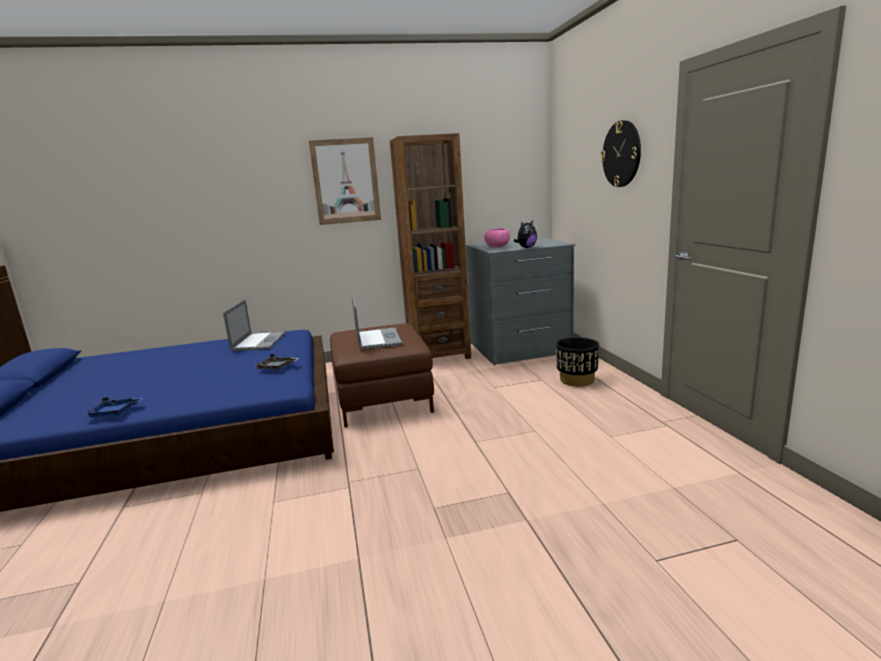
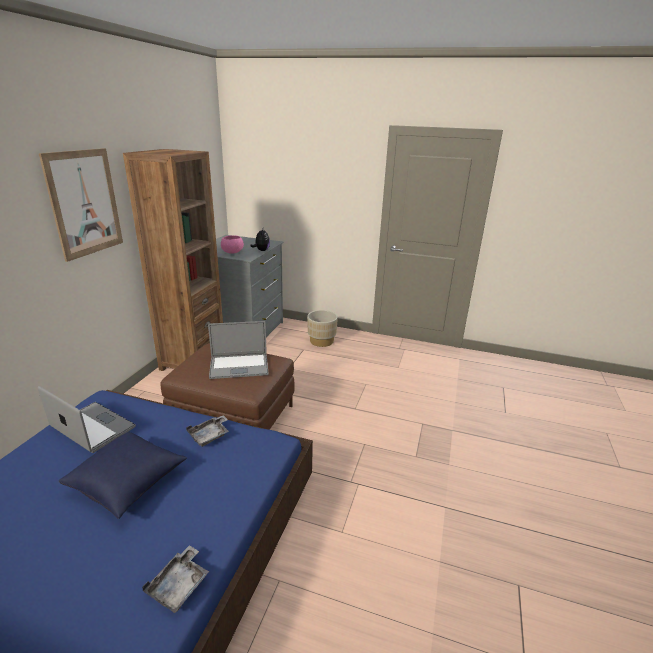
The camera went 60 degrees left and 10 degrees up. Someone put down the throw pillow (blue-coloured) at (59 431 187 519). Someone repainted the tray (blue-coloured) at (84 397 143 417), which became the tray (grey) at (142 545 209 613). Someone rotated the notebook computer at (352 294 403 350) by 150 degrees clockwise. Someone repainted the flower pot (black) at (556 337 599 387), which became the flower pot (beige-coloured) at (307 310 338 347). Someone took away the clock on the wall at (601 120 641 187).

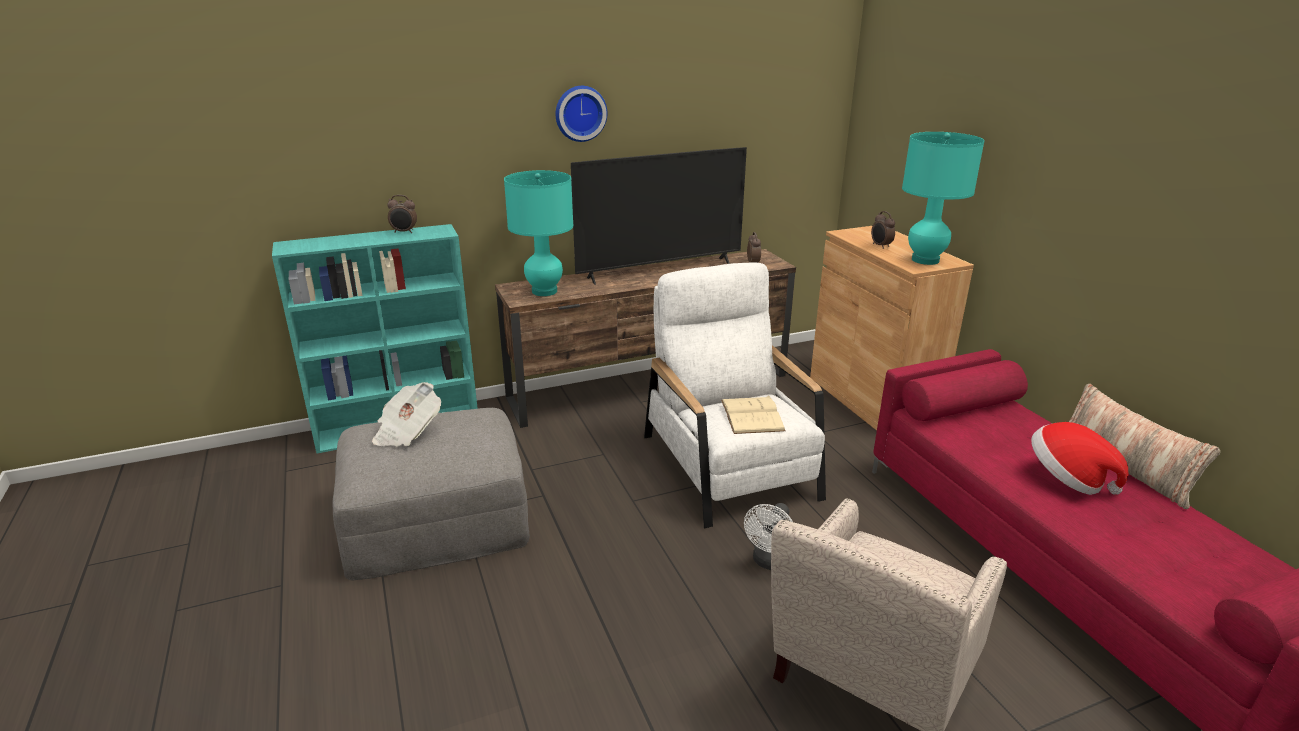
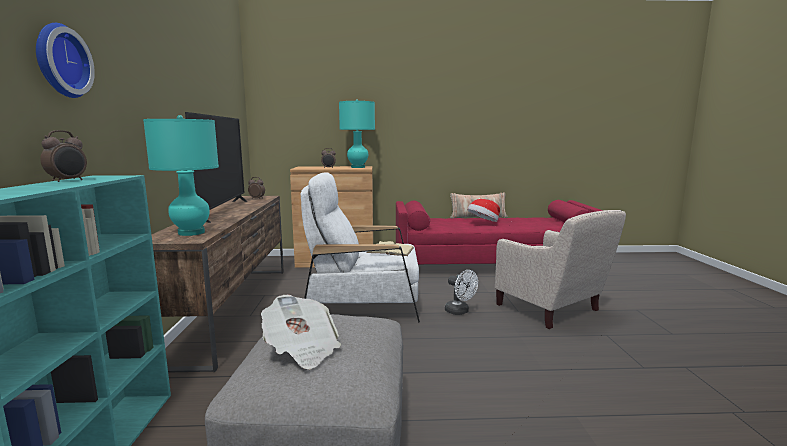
The camera went 70 degrees left and 15 degrees down. Someone carried the clock on the wall from (556 86 607 142) to (36 23 95 98).

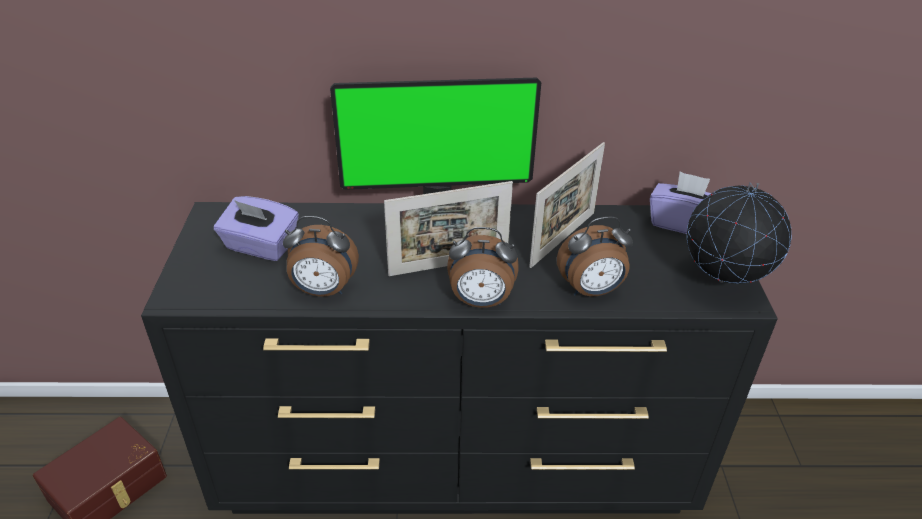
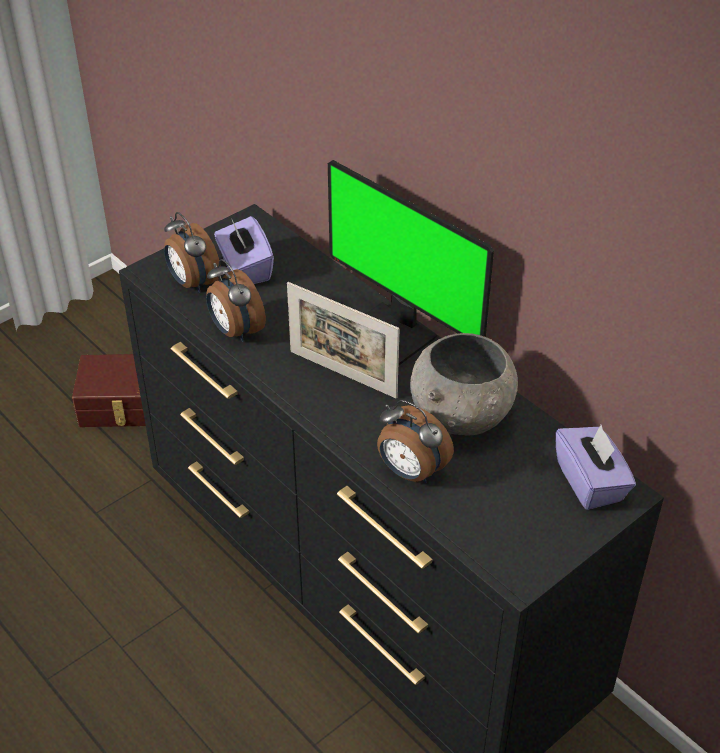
The camera went 50 degrees right and 5 degrees up. Someone carried the bedside clock from (447 227 518 308) to (164 212 221 293). Someone swapped the photo frame at (529 142 605 268) for the deep dish (grey) at (410 333 518 435). Someone took away the desk globe at (687 183 792 284).

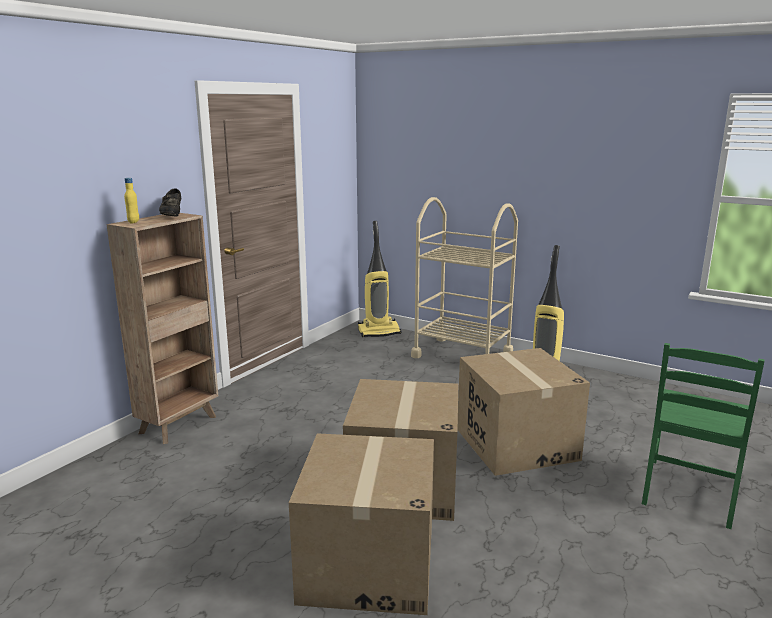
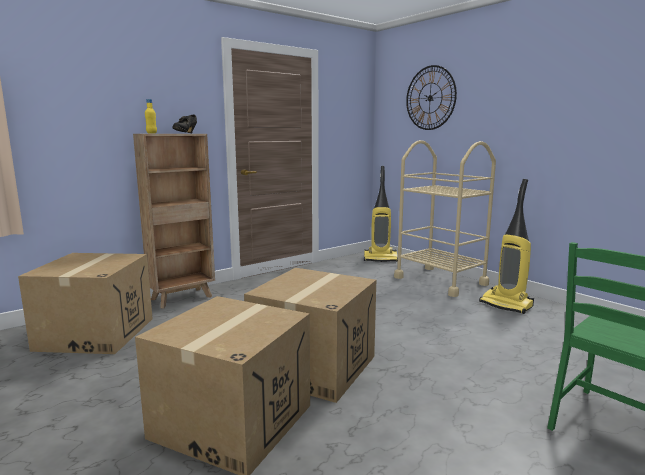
The camera went 20 degrees right and 5 degrees down. Someone carried the packing box from (458 348 590 476) to (18 253 153 354). Someone put up the clock on the wall at (406 65 457 130).

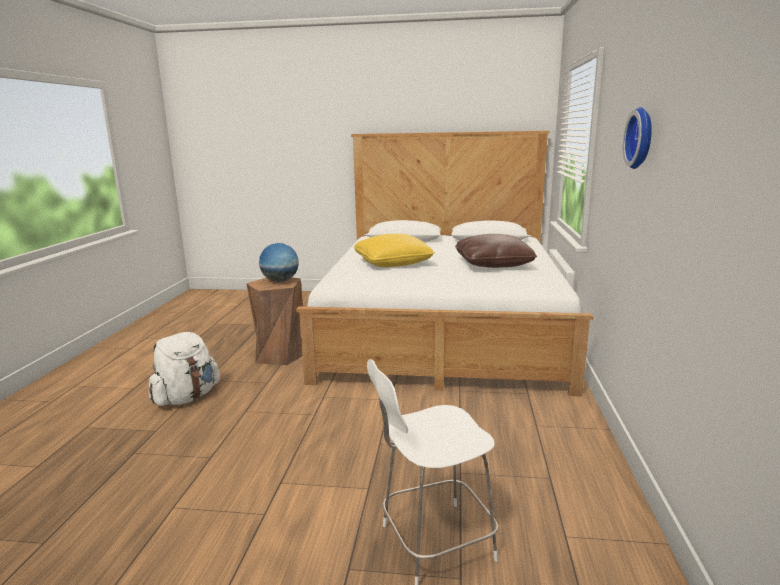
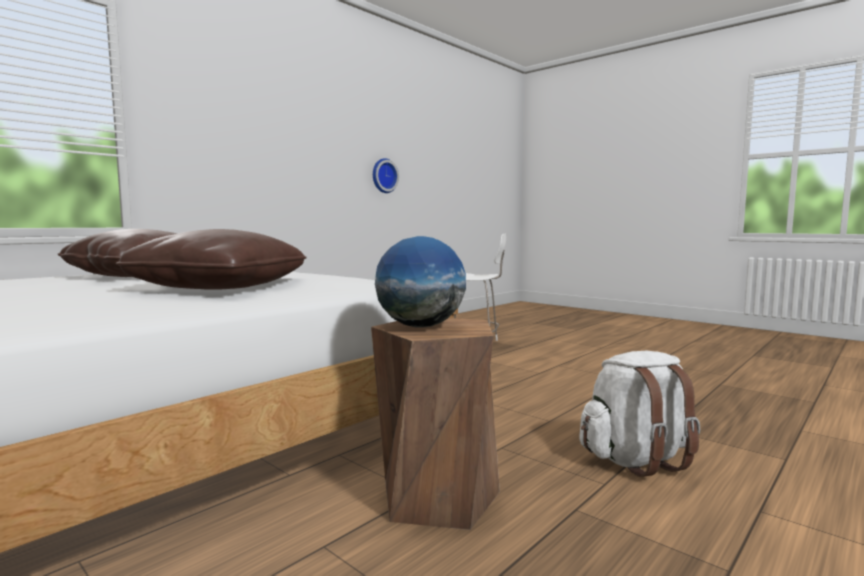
The camera went 145 degrees left and 10 degrees down. Someone repainted the throw pillow (yellowish) at (354 234 435 267), which became the throw pillow (brown) at (116 229 307 290). Someone carried the clock on the wall from (623 107 652 169) to (373 158 399 193).

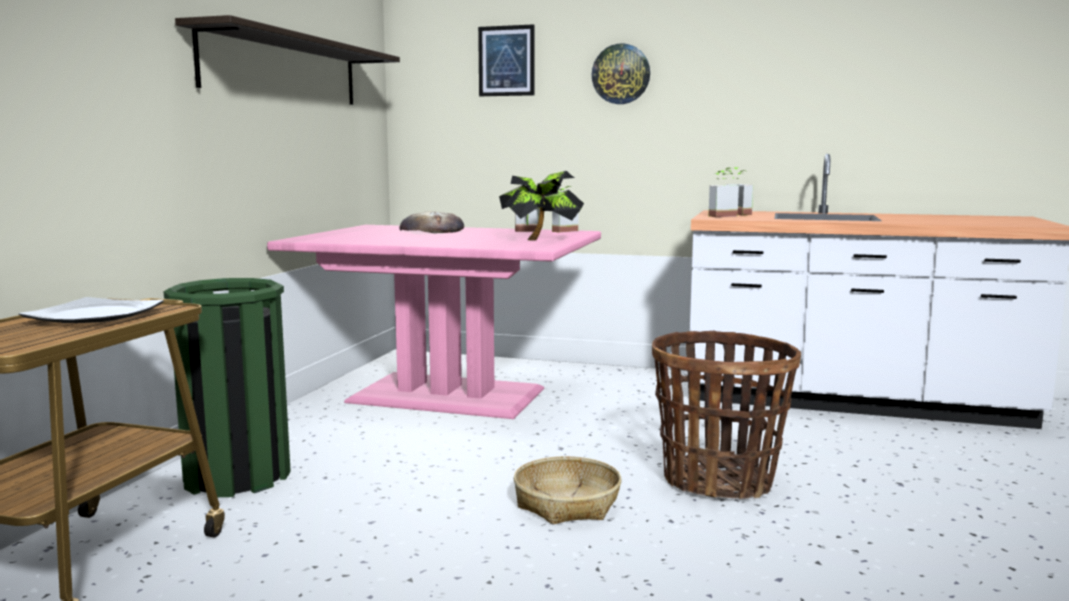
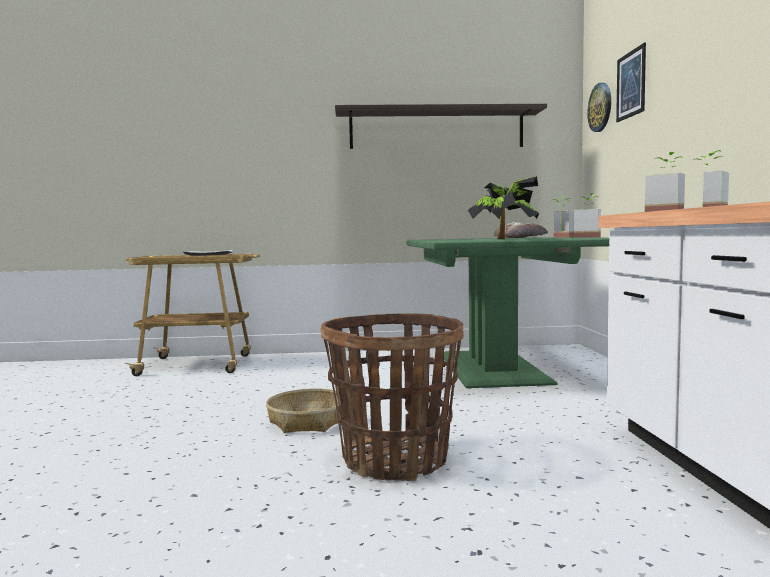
The camera went 70 degrees right and 5 degrees down. Someone repainted the kitchen table (pinkish) at (267 225 601 419), which became the kitchen table (green) at (406 237 609 388). Someone carried the clock on the wall from (592 43 650 104) to (587 83 611 132). Someone took away the rubbish bin (green) at (164 278 291 497).

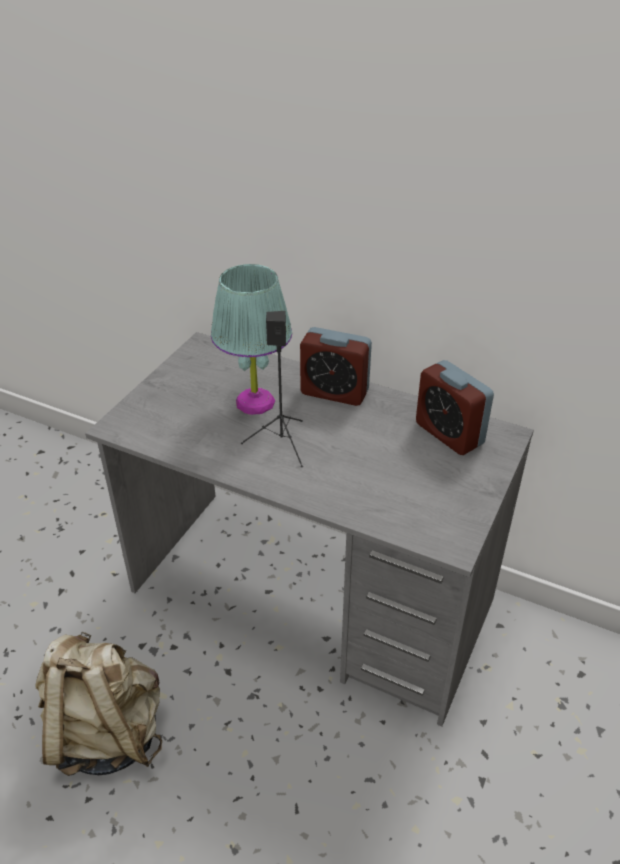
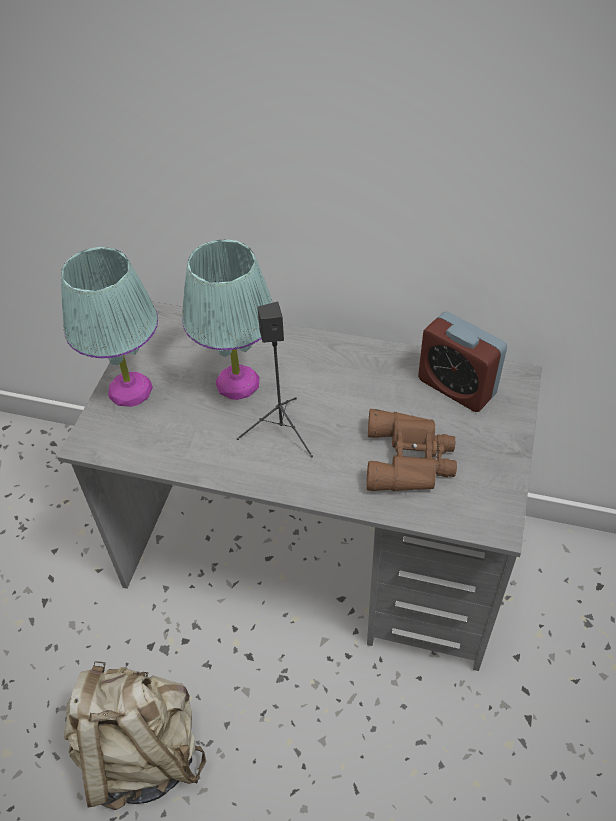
The camera went 10 degrees left and 10 degrees up. Someone put down the table lamp (turquoise-coloured) at (61 247 158 407). Someone put down the field glasses (brown) at (366 409 457 491). Someone took away the bedside clock at (300 327 372 406).

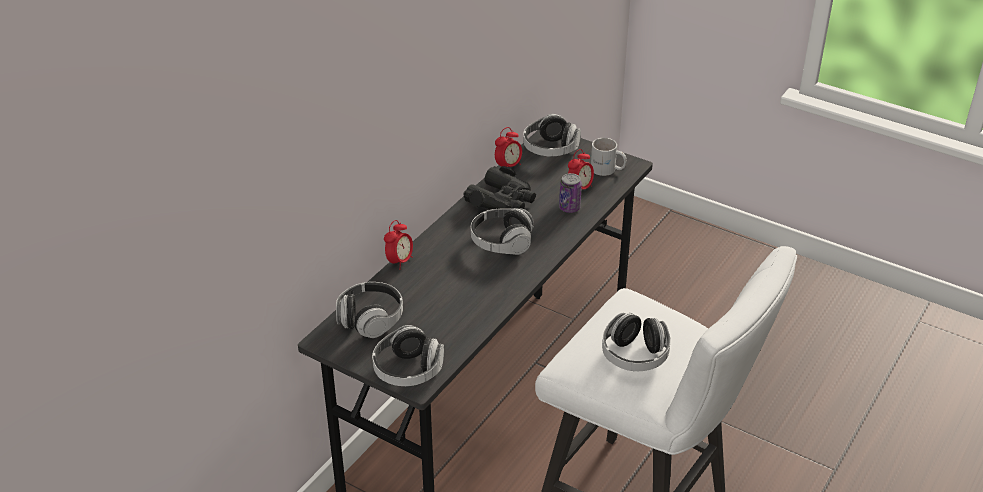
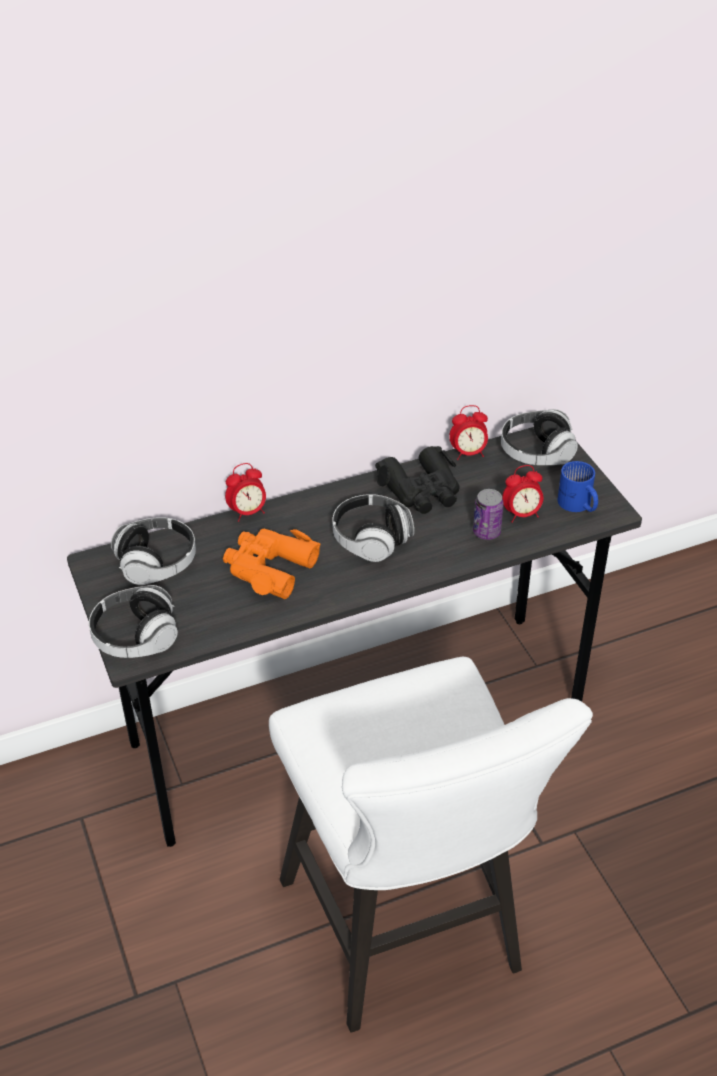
The camera went 35 degrees right and 5 degrees up. Someone put down the field glasses (orangey) at (223 528 320 599). Someone repainted the tea mug (white) at (591 138 627 176), which became the tea mug (blue-coloured) at (558 461 598 512). Someone took away the headset at (602 313 670 371).

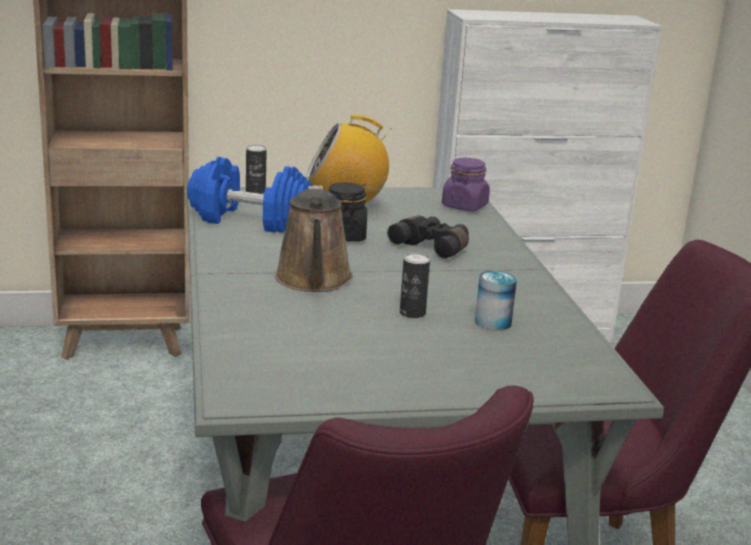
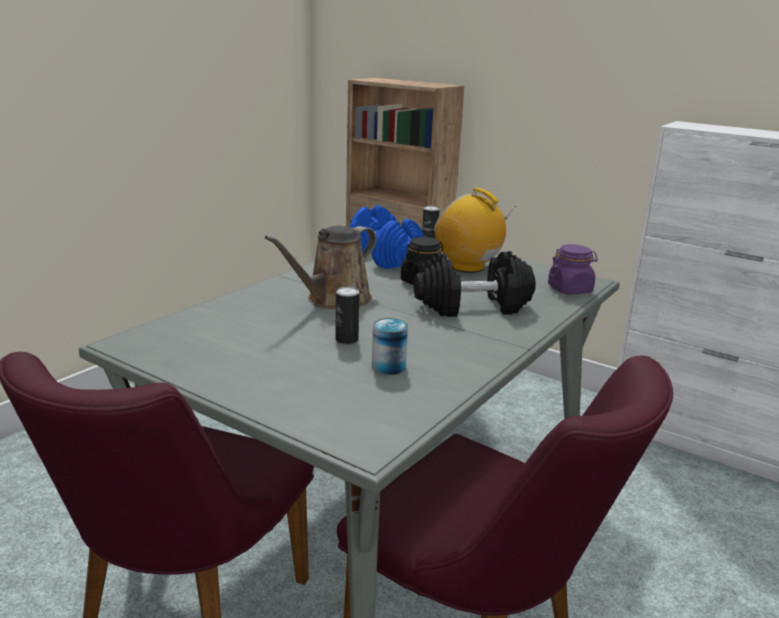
The camera went 45 degrees right and 0 degrees up. Someone swapped the field glasses (black) at (387 216 469 259) for the dumbbell (black) at (414 251 536 317).

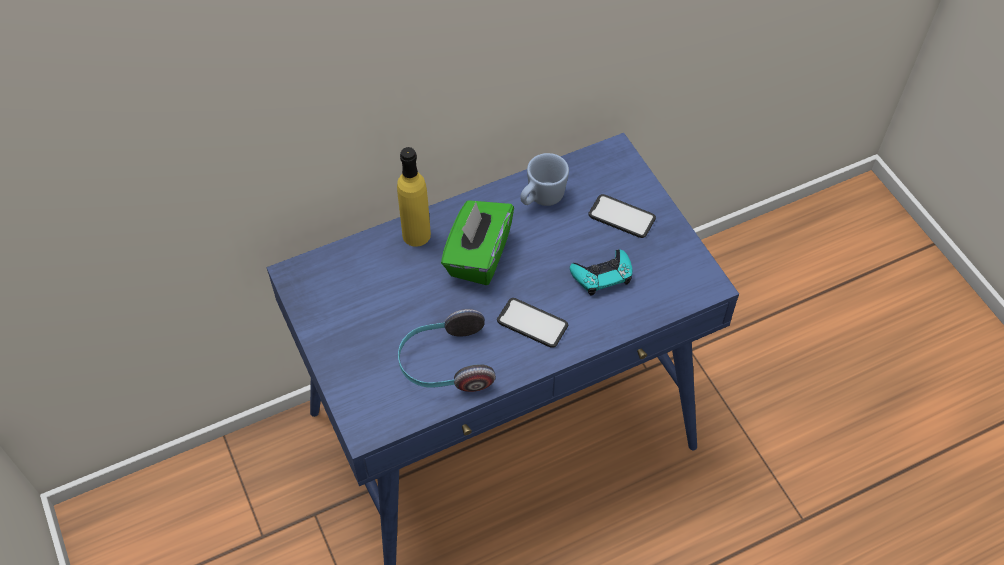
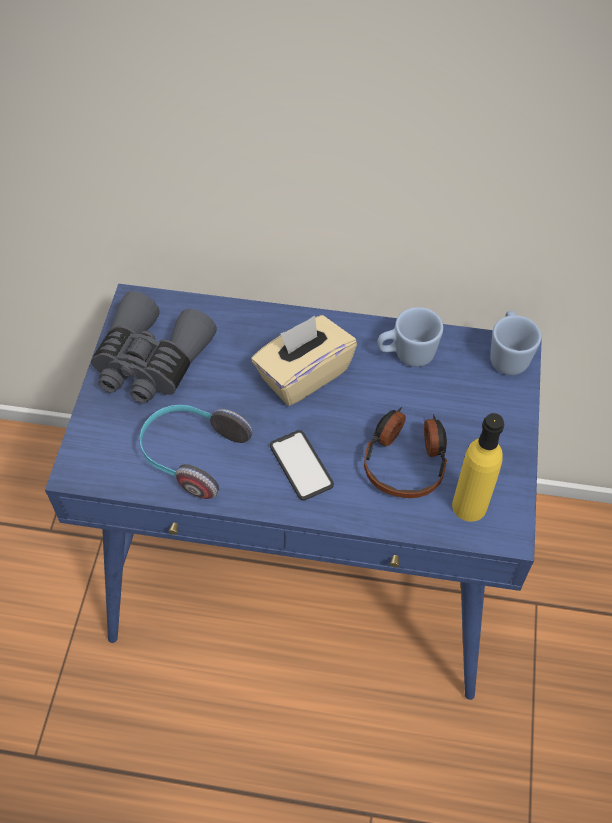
The camera went 35 degrees right and 0 degrees up. Someone put down the field glasses (grey) at (91 291 217 403). Someone repainted the tissue holder (green) at (441 200 514 285), which became the tissue holder (beige-coloured) at (251 315 357 406). Someone swapped the gamepad (turquoise-coloured) at (570 249 632 295) for the headset at (364 407 447 498). Someone carried the drink bottle (yellowish) from (397 147 431 247) to (452 413 504 522). Someone put down the tea mug (blue-coloured) at (490 311 541 375). Someone took away the handset at (588 194 656 238).

